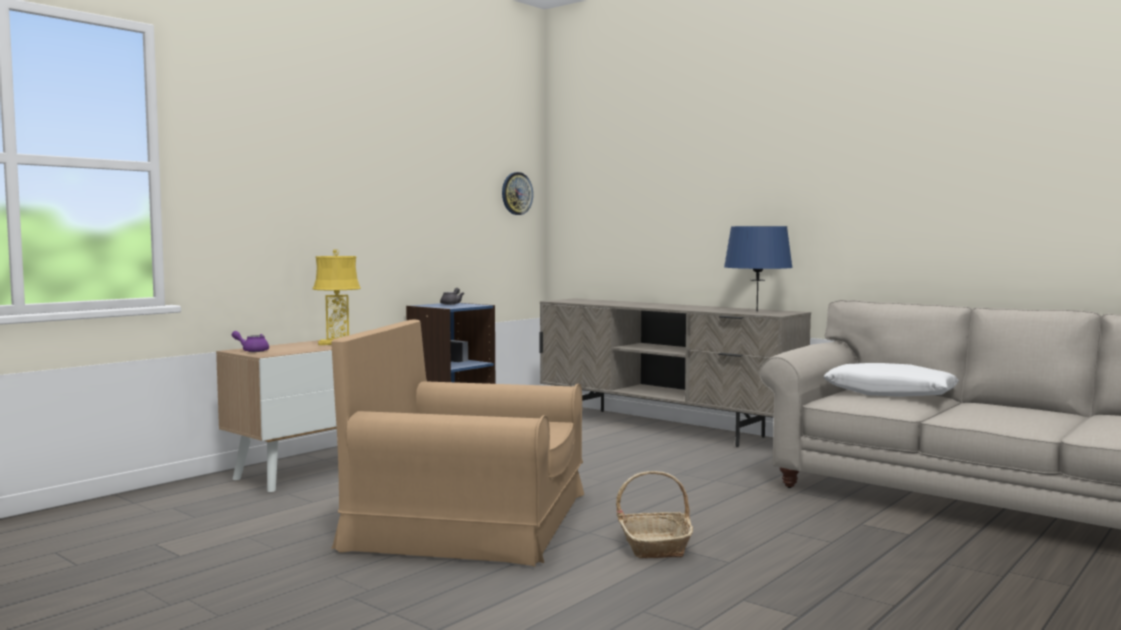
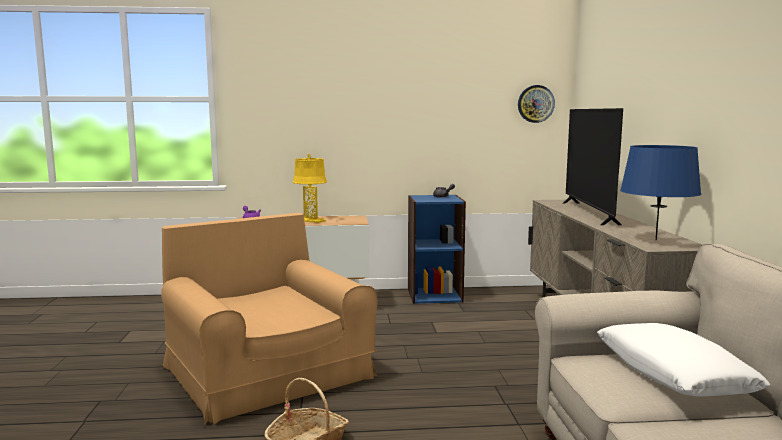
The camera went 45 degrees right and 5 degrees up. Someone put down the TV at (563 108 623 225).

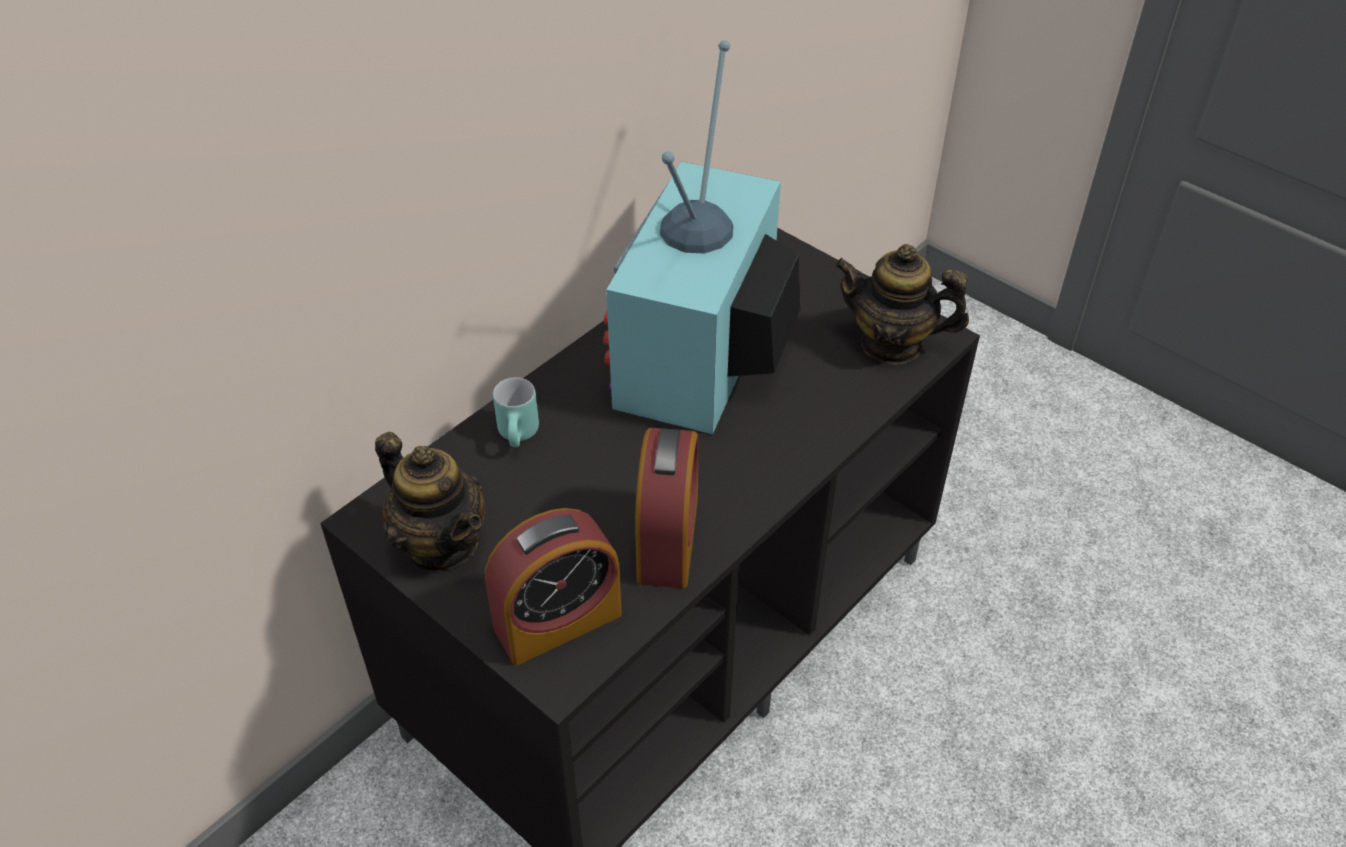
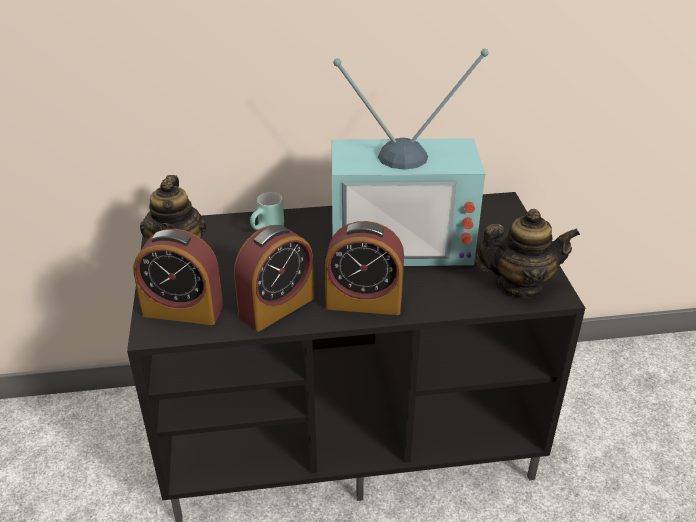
The camera went 40 degrees right and 10 degrees down. Someone put down the bedside clock at (325 221 404 315). Someone rotated the TV at (603 40 801 434) by 150 degrees counterclockwise. Someone rotated the tea pot at (835 244 969 365) by 120 degrees clockwise.

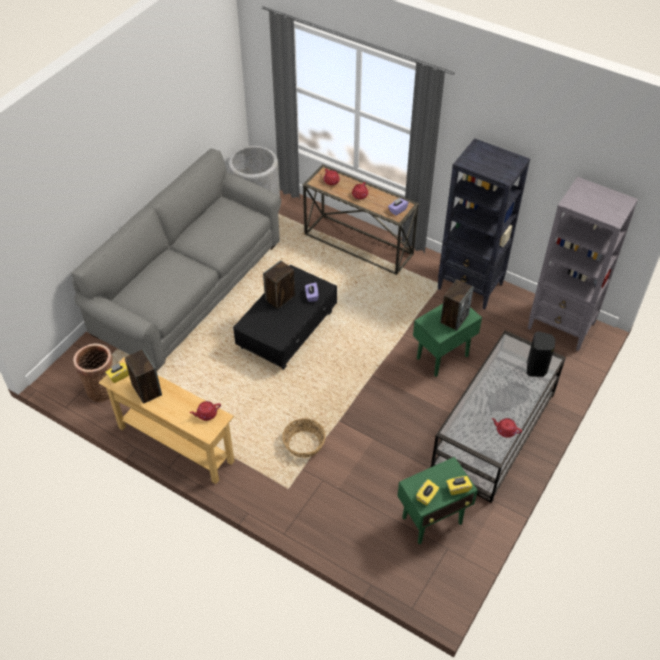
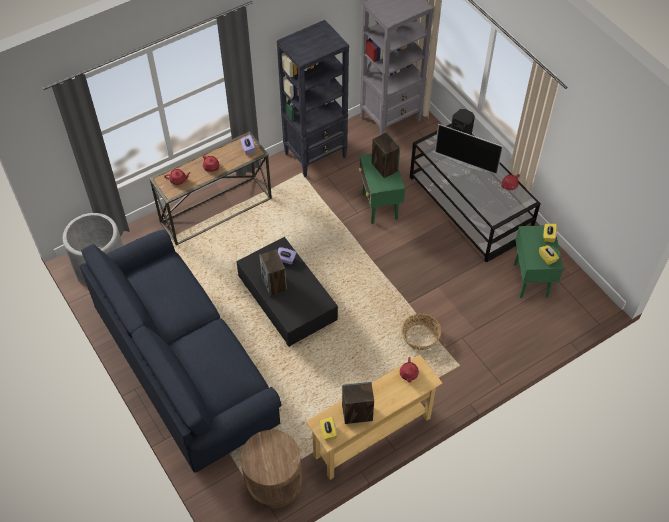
The camera went 65 degrees left and 5 degrees up. Someone repainted the settee (grey) at (71 149 281 371), which became the settee (blue-coloured) at (80 229 281 473). Someone swapped the storage basket at (73 343 112 402) for the end table (brown) at (240 430 302 509). Someone put down the TV at (435 124 503 174).

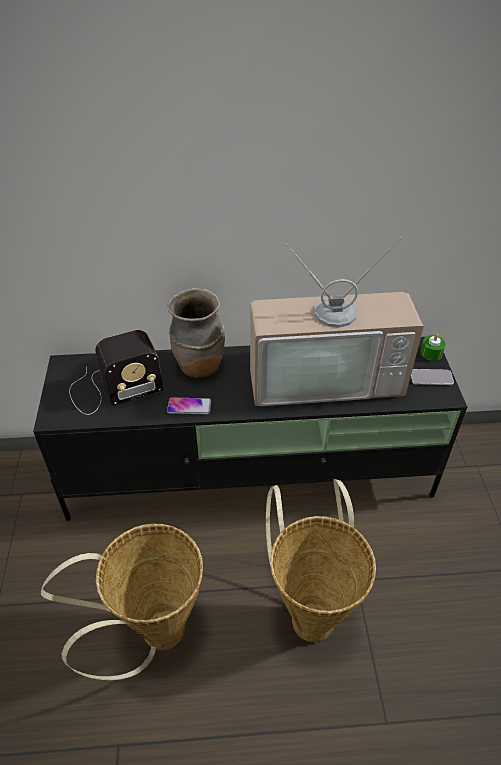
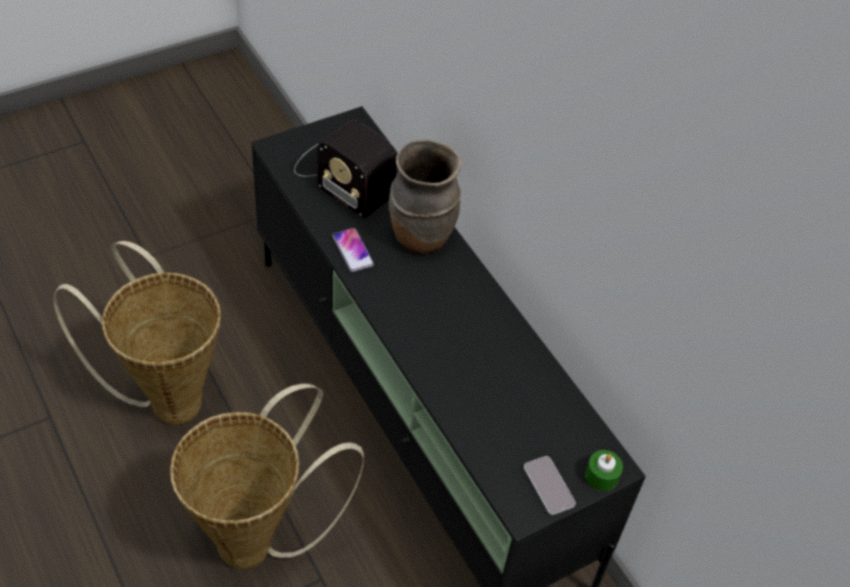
The camera went 60 degrees right and 5 degrees up. Someone took away the TV at (250 237 423 406).

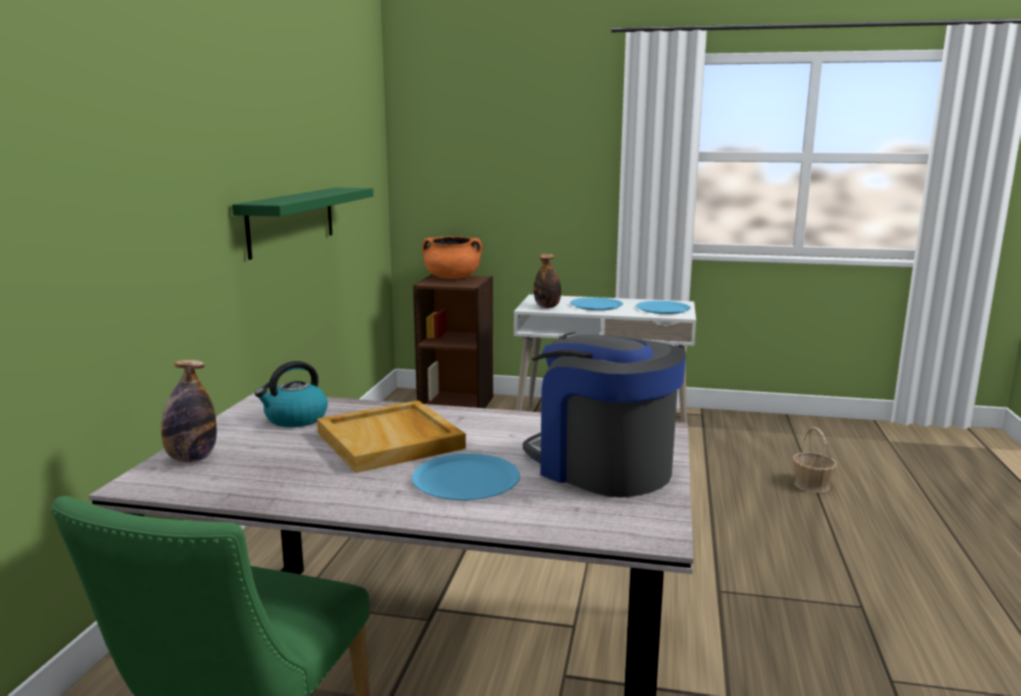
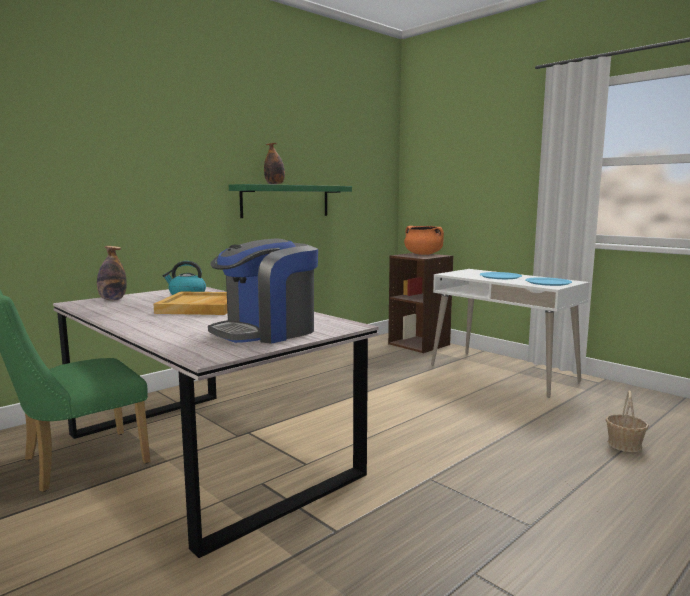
The camera went 35 degrees right and 5 degrees down. Someone rotated the coffee maker at (523 333 686 497) by 120 degrees counterclockwise. Someone carried the drink bottle from (534 254 561 308) to (264 143 285 185). Someone took away the plate (blue-coloured) at (412 453 520 500).

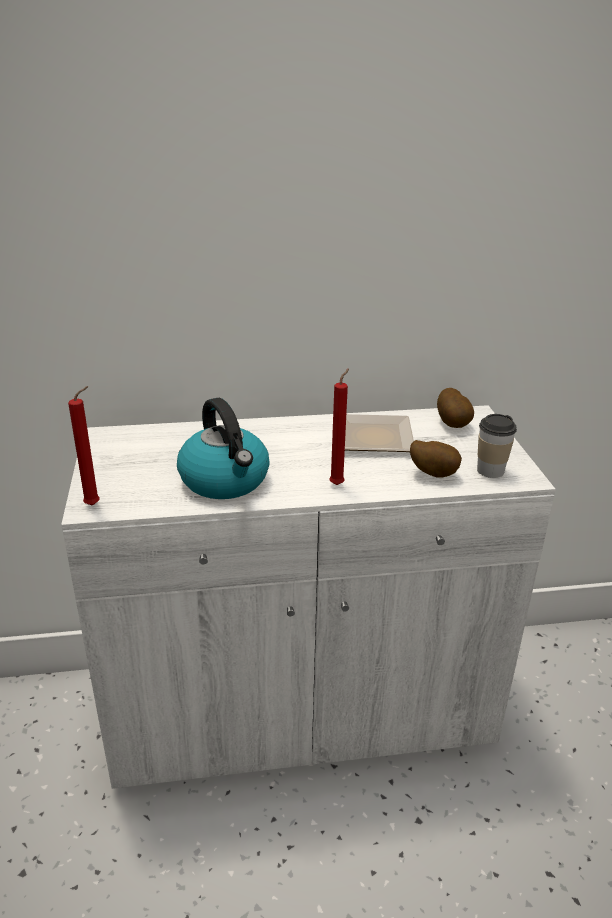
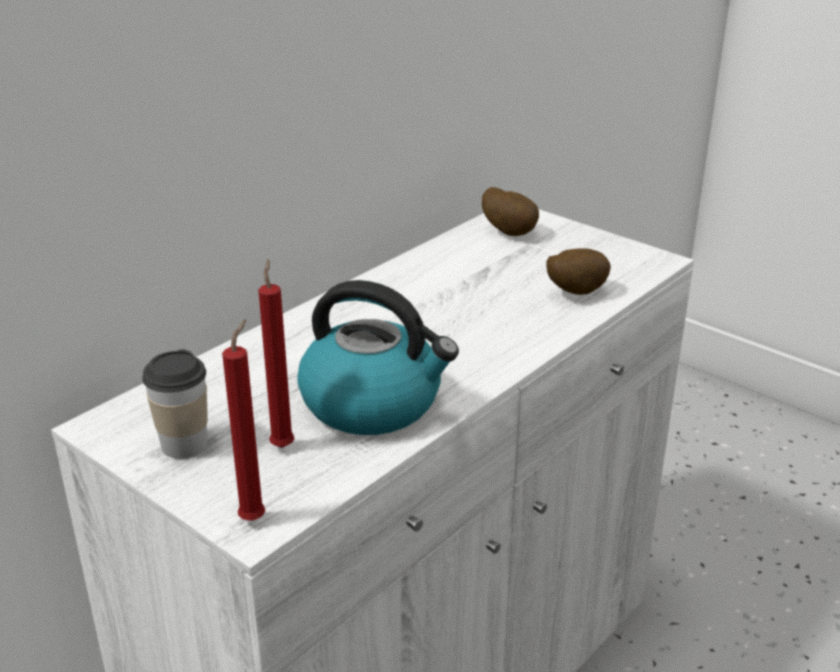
The camera went 40 degrees left and 0 degrees up. Someone carried the cup from (477 414 517 478) to (142 349 208 459). Someone carried the candle (red) from (329 368 349 485) to (258 259 295 448). Someone took away the plate at (345 414 414 452).

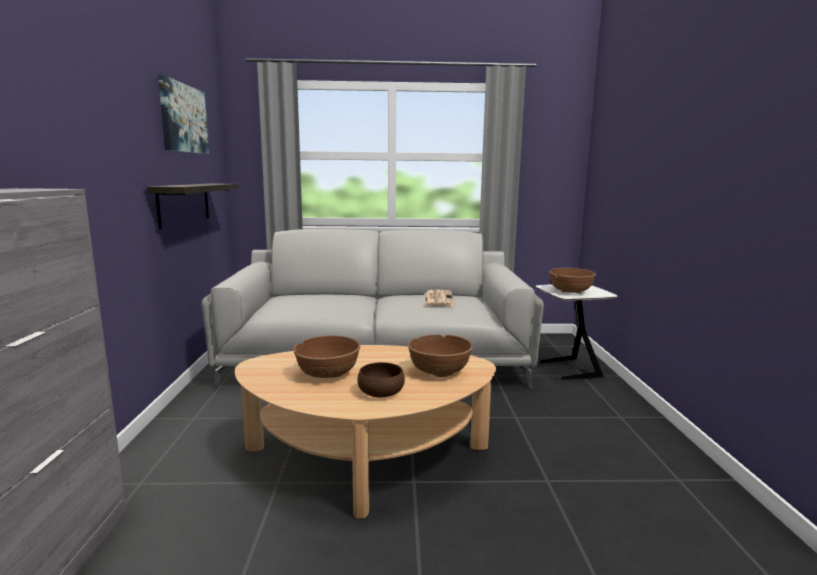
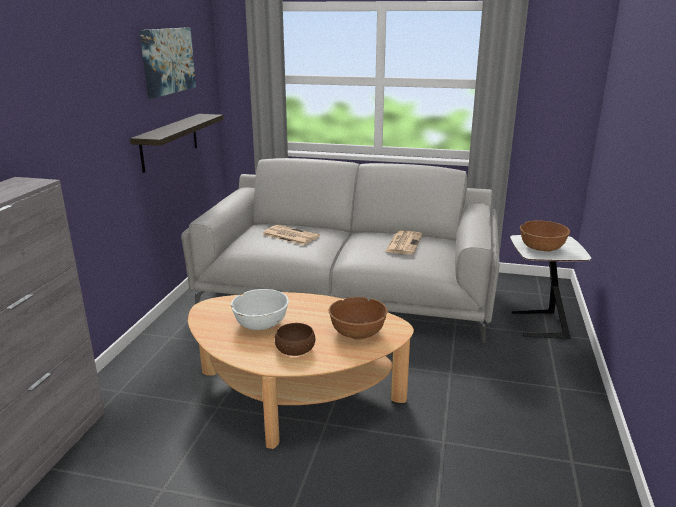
The camera went 15 degrees right and 10 degrees up. Someone repainted the deep dish (brown) at (293 335 360 378), which became the deep dish (white) at (231 289 289 330). Someone put down the printed paper at (262 225 320 245).

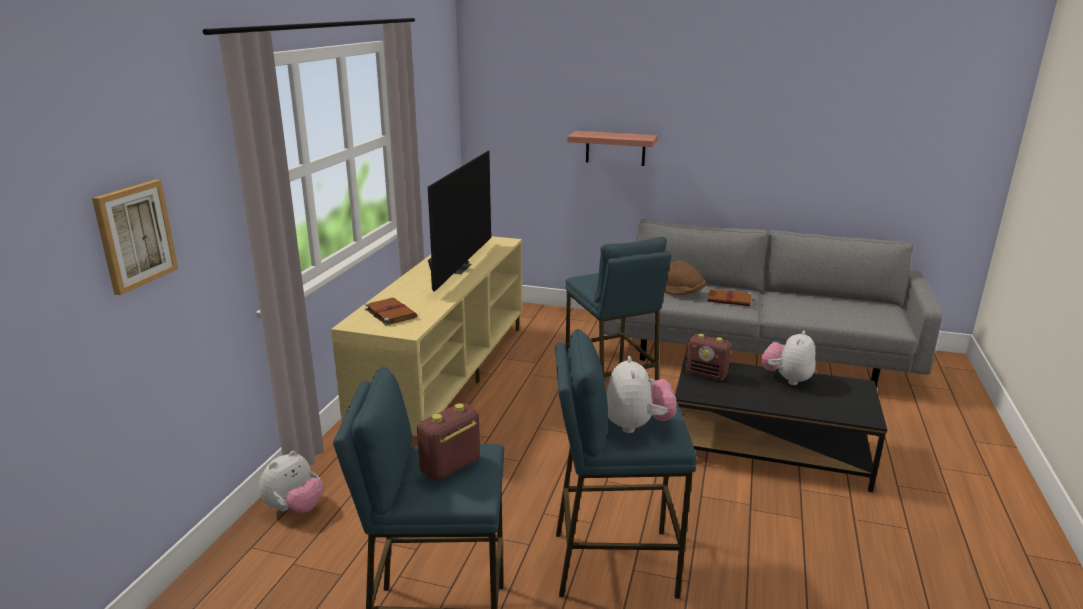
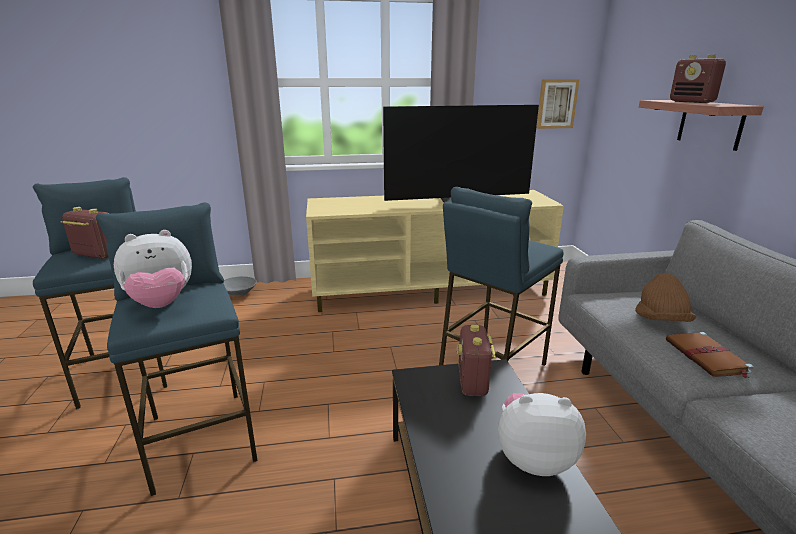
The camera went 65 degrees right and 0 degrees up. Someone swapped the soft toy at (259 451 324 513) for the deep dish (grey) at (223 276 257 296). Someone carried the wall picture from (92 180 178 295) to (537 79 580 129). Someone put down the radio receiver at (670 55 726 103). Someone took away the bound book (brown) at (365 298 417 326).

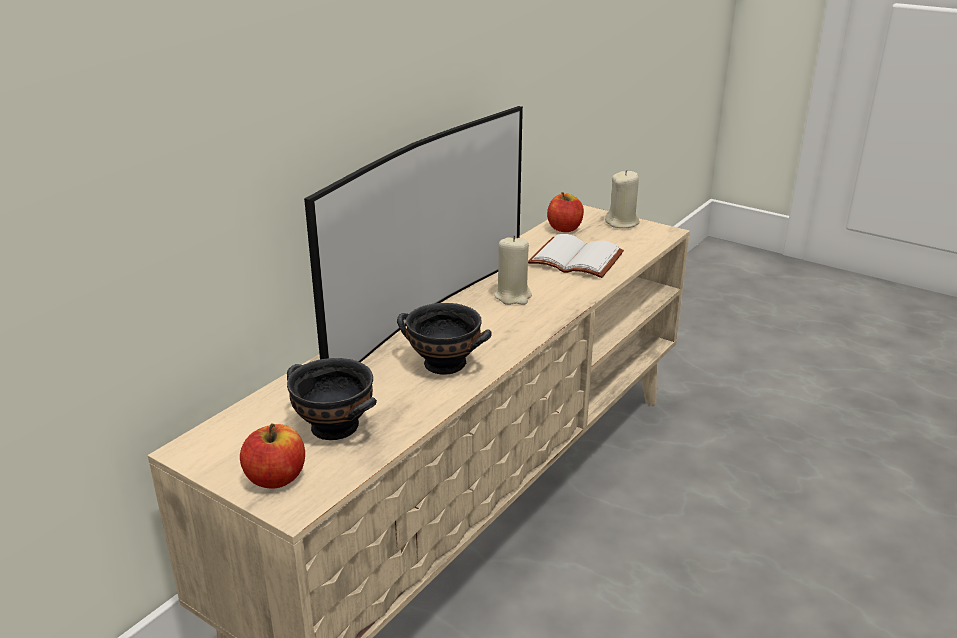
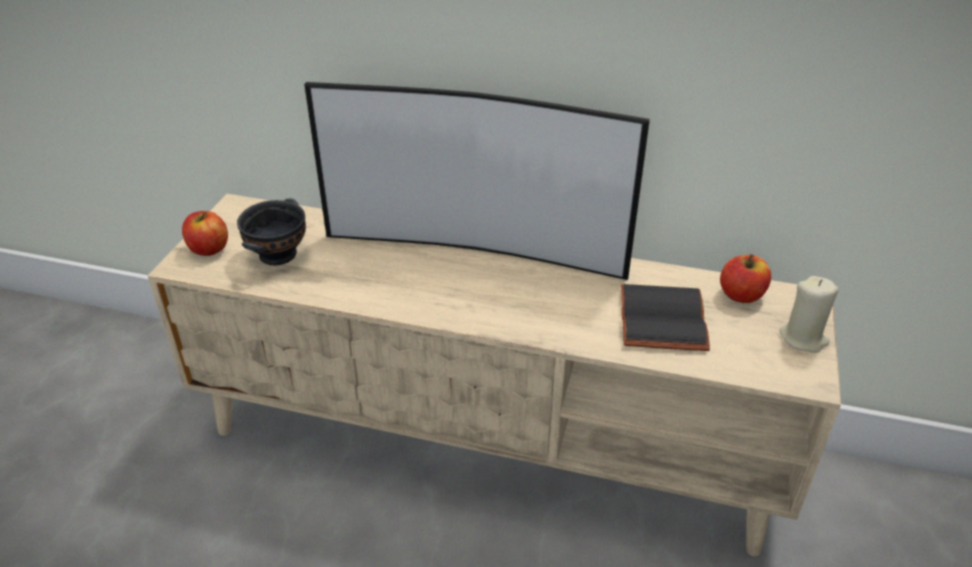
The camera went 70 degrees right and 10 degrees up. Someone repainted the bound book (white) at (528 234 624 278), which became the bound book (black) at (621 284 710 351). Someone took away the deep dish (black) at (397 303 492 375). Someone took away the candle (beige-coloured) at (494 235 532 305).

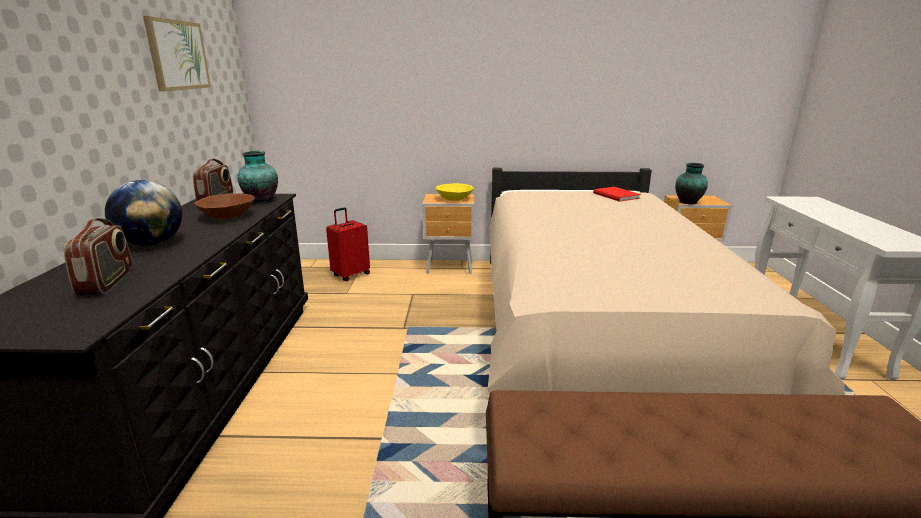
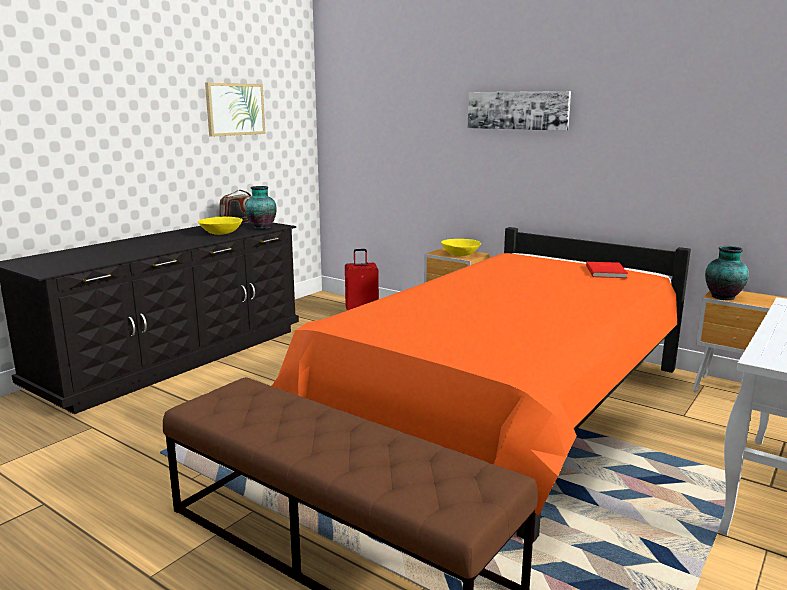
The camera went 35 degrees right and 5 degrees down. Someone repainted the deep dish (brown) at (195 193 255 219), which became the deep dish (yellowish) at (198 217 243 235). Someone repainted the sleeping bed (beige-coloured) at (488 168 845 395), which became the sleeping bed (orangey) at (272 227 691 542). Someone put up the wall picture at (468 91 571 131). Someone took away the radio receiver at (63 218 133 296). Someone took away the desk globe at (105 180 182 246).

